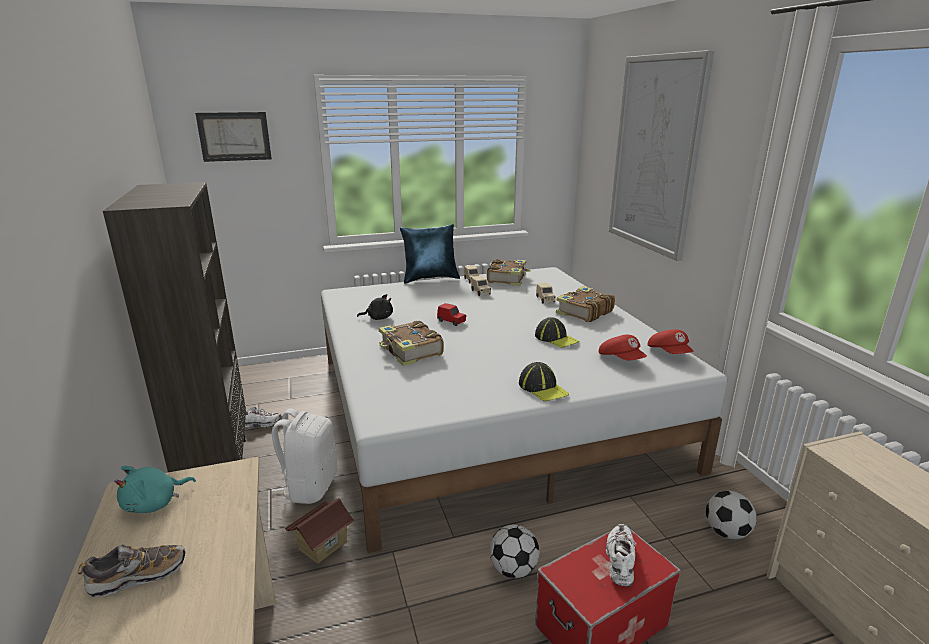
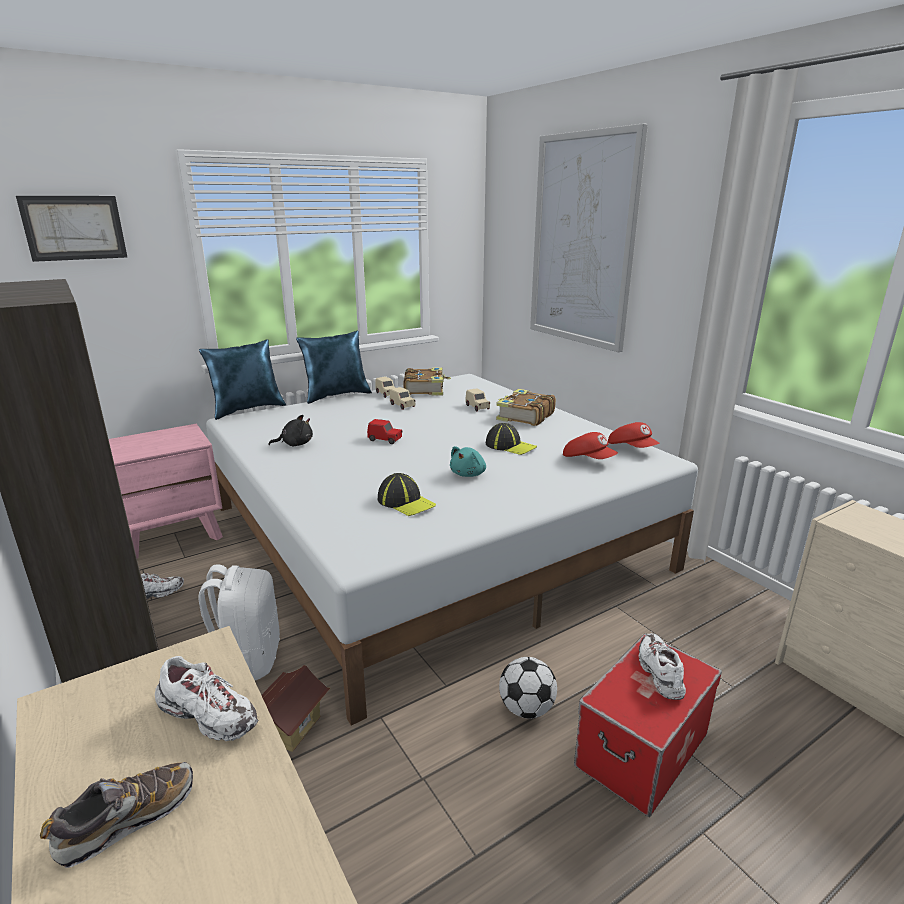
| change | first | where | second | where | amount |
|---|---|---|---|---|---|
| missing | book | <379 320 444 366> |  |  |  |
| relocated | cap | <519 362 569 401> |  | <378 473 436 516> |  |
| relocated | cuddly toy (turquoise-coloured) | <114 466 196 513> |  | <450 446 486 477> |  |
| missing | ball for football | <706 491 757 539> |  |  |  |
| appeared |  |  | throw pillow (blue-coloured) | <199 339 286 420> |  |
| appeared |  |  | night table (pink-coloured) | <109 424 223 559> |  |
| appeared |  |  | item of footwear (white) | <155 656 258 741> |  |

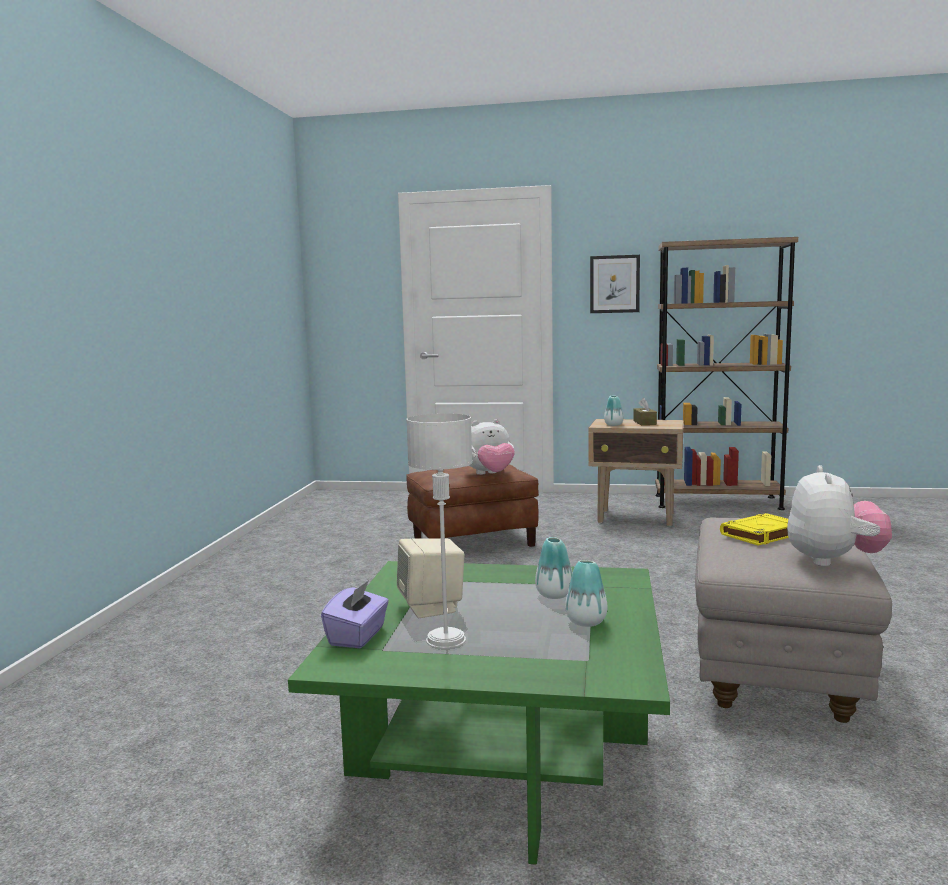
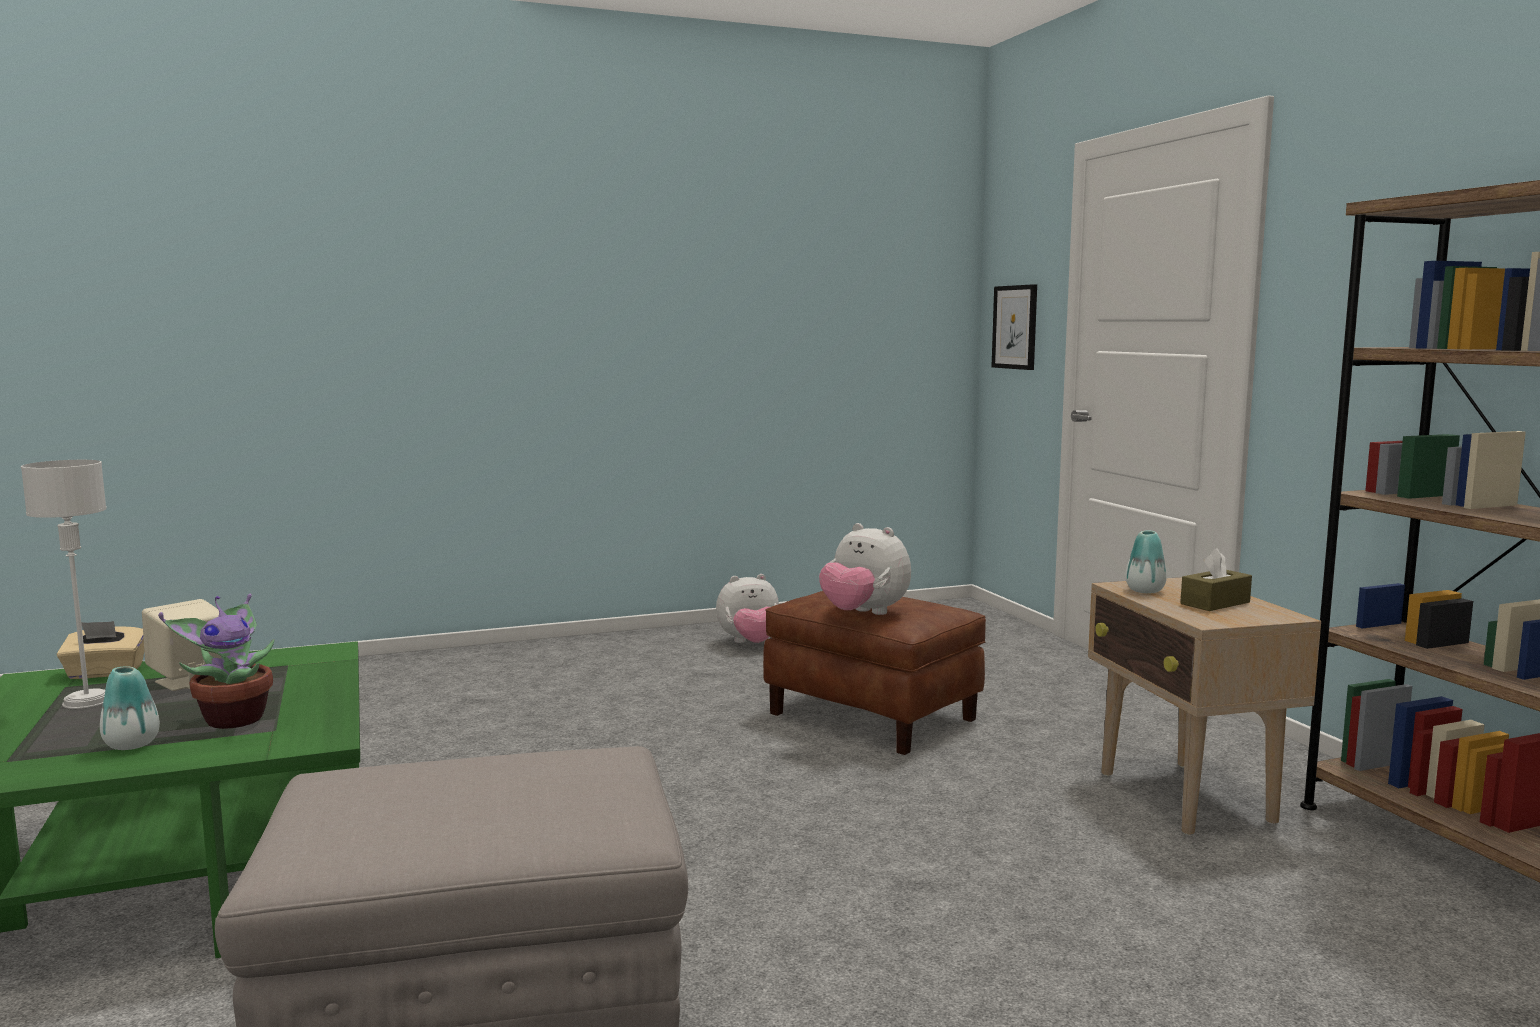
| change | first | where | second | where | amount |
|---|---|---|---|---|---|
| relocated | wall art | <590 255 640 313> |  | <992 284 1037 370> |  |
| relocated | cuddly toy | <787 465 892 567> |  | <716 574 779 643> |  |
| missing | book (yellow) | <720 513 789 546> |  |  |  |
| exchanged | decorative vase | <535 537 573 599> | houseplant | <158 594 275 729> |  |
| colour | tissue holder (purplish) | <321 580 389 648> | tissue holder (sand-coloured) | <57 621 144 679> |  |

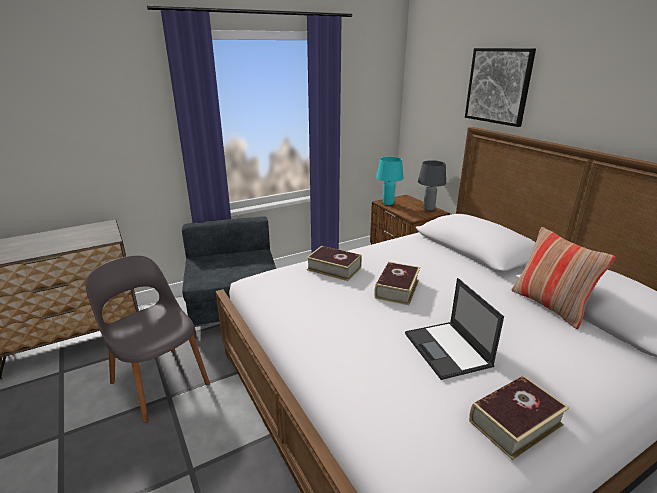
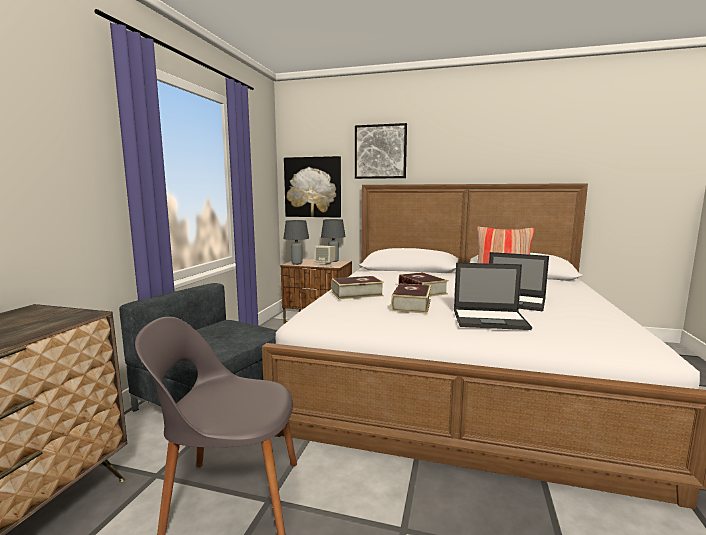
| change | first | where | second | where | amount |
|---|---|---|---|---|---|
| colour | tabletop lamp (turquoise-coloured) | <376 157 404 205> | tabletop lamp (grey) | <283 220 309 265> |  |
| relocated | book | <469 375 569 460> |  | <391 284 431 314> |  |
| appeared |  |  | wall art | <284 156 341 218> |  |
| appeared |  |  | speaker (sand-coloured) | <315 246 335 267> |  |
| appeared |  |  | notebook computer | <454 263 532 330> |  |

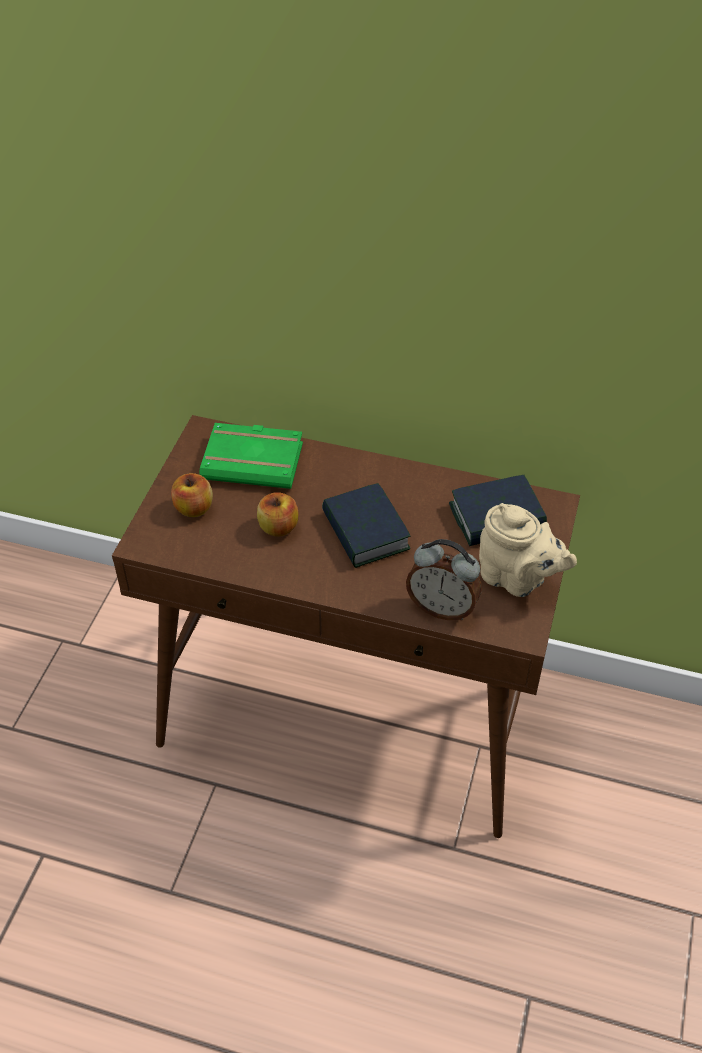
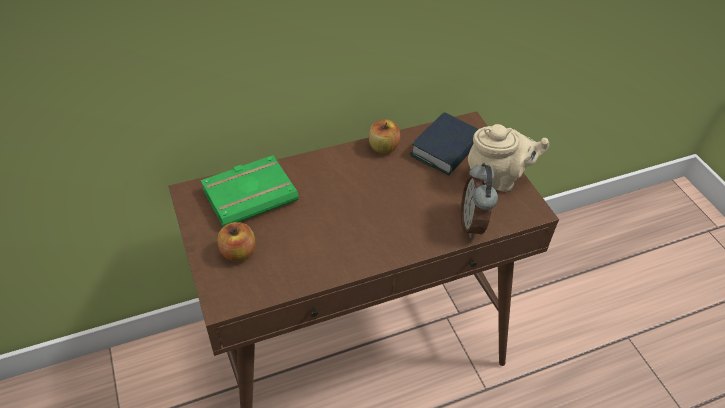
| change | first | where | second | where | amount |
|---|---|---|---|---|---|
| missing | book | <322 483 410 568> |  |  |  |
| relocated | whole apple | <257 492 298 537> |  | <369 119 400 154> |  |
| spun | alarm clock | <406 539 482 620> |  | <461 163 498 238> | 105 degrees clockwise |

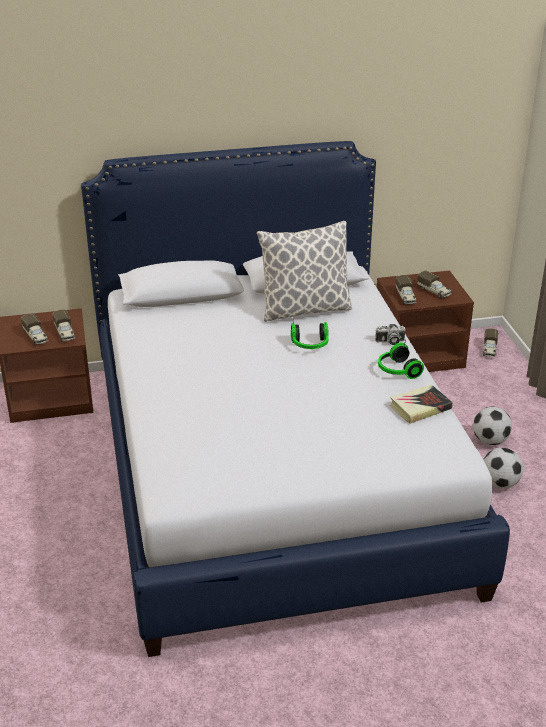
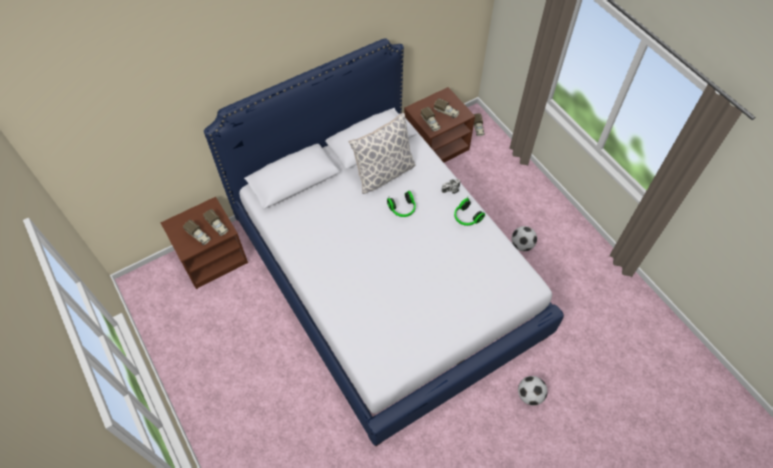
| change | first | where | second | where | amount |
|---|---|---|---|---|---|
| missing | book | <390 385 453 424> |  |  |  |
| relocated | ball for football | <473 407 512 445> |  | <518 376 548 406> |  |

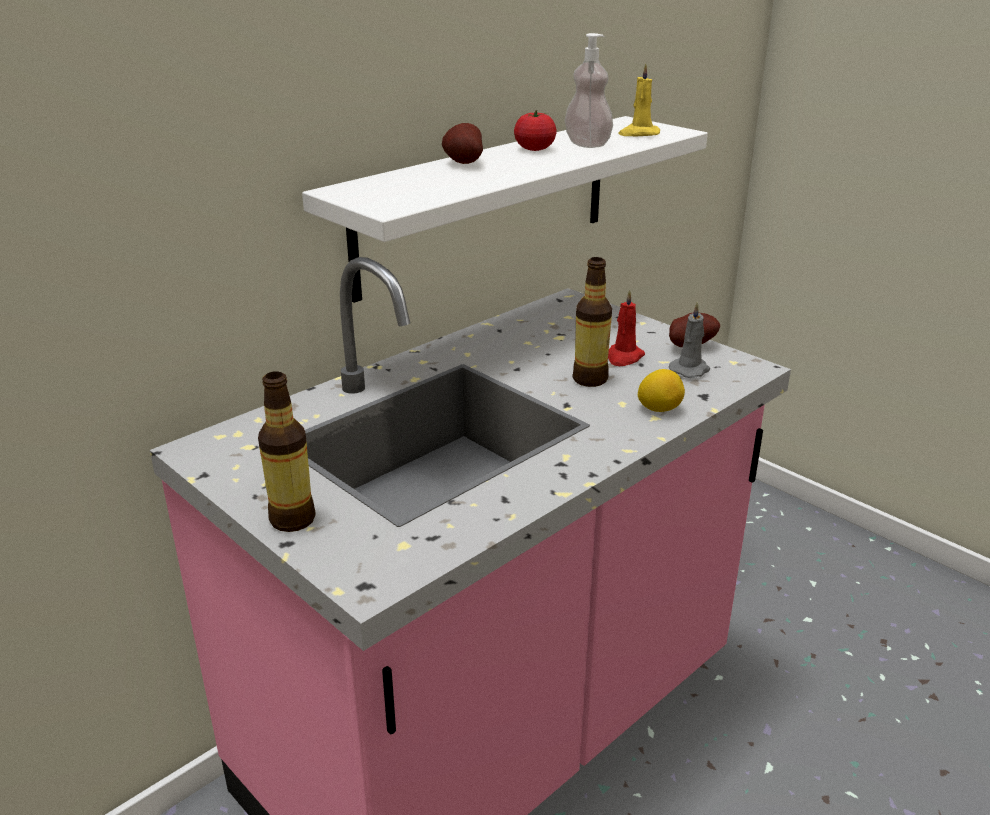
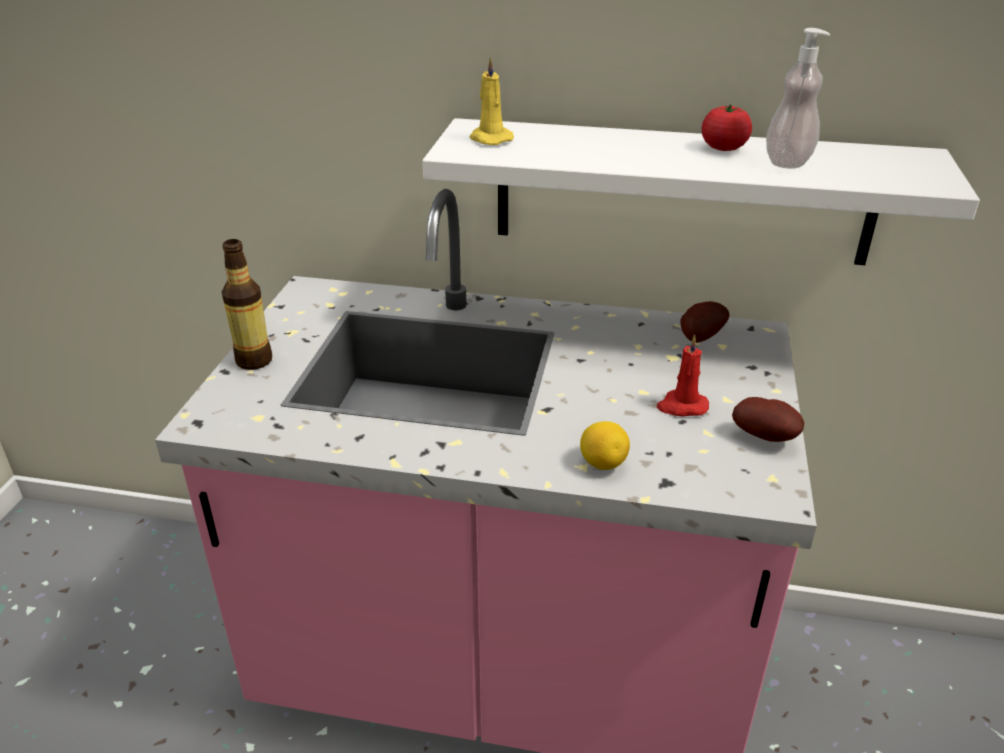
| change | first | where | second | where | amount |
|---|---|---|---|---|---|
| relocated | candle (yellow) | <618 63 660 136> |  | <469 56 514 145> |  |
| relocated | potato | <442 123 483 164> |  | <680 301 729 343> |  |
| missing | bottle | <573 257 612 387> |  |  |  |
| missing | candle (grey) | <669 301 710 378> |  |  |  |

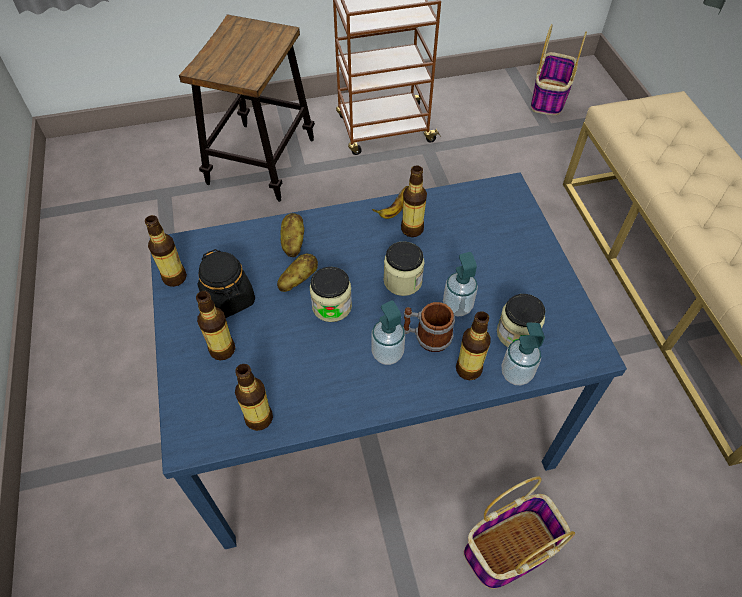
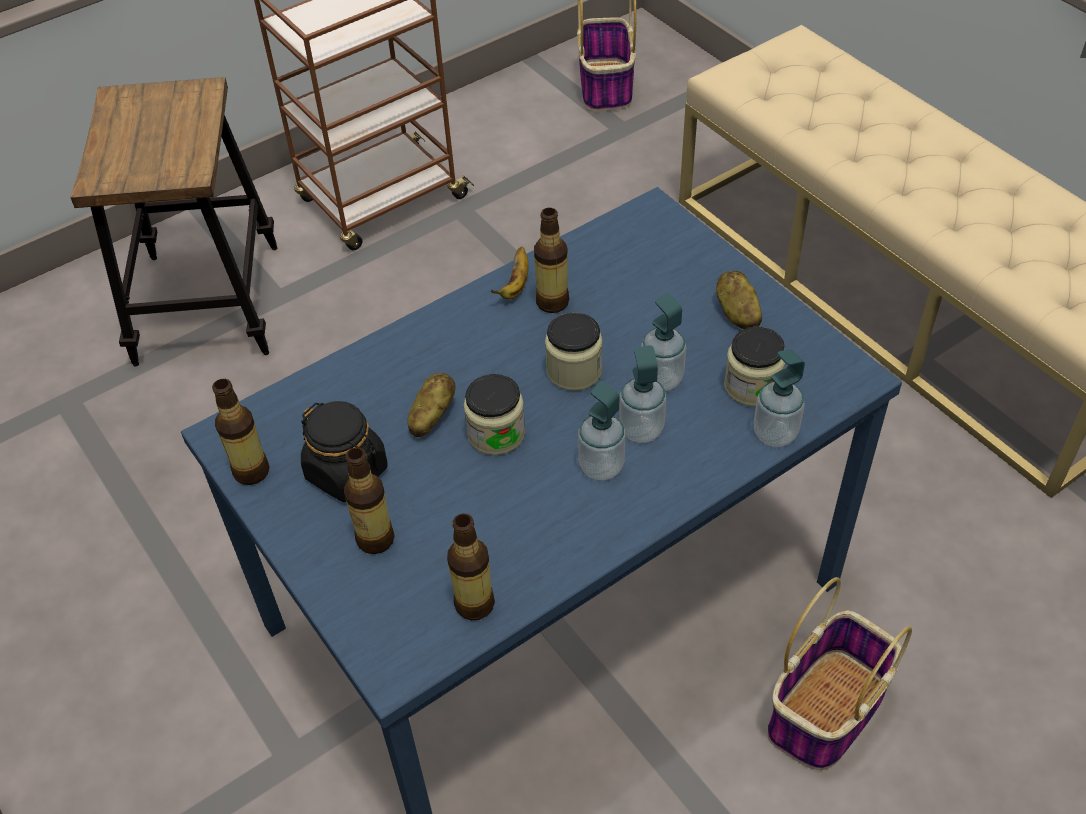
| change | first | where | second | where | amount |
|---|---|---|---|---|---|
| relocated | potato | <280 213 304 257> |  | <716 271 763 329> |  |
| exchanged | coffee mug | <403 302 455 352> | liquid soap bottle | <619 345 666 443> |  |
| missing | bottle | <456 311 491 380> |  |  |  |

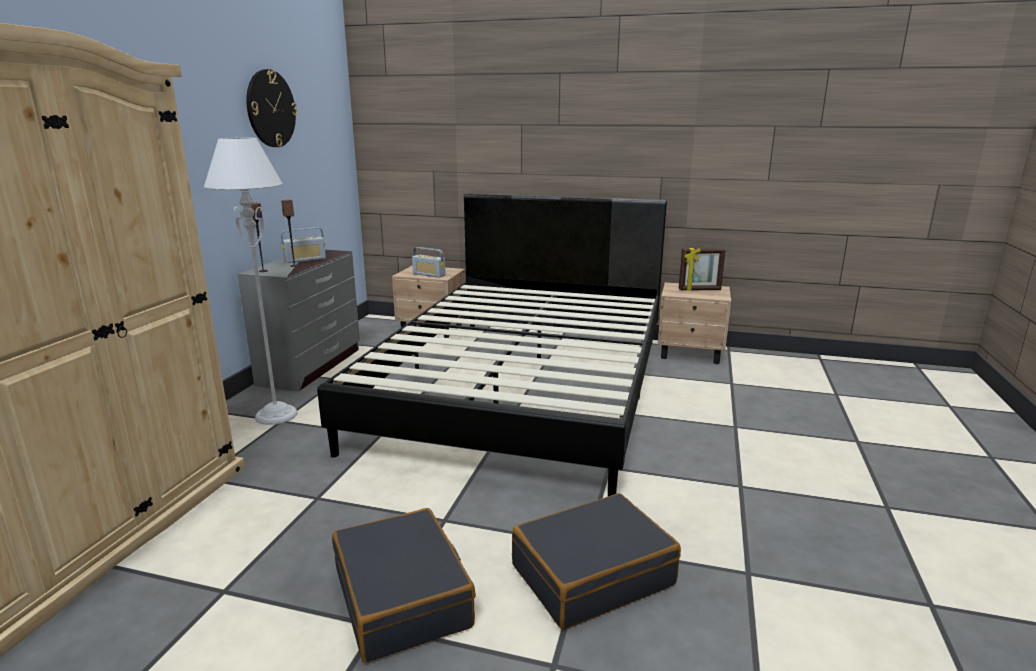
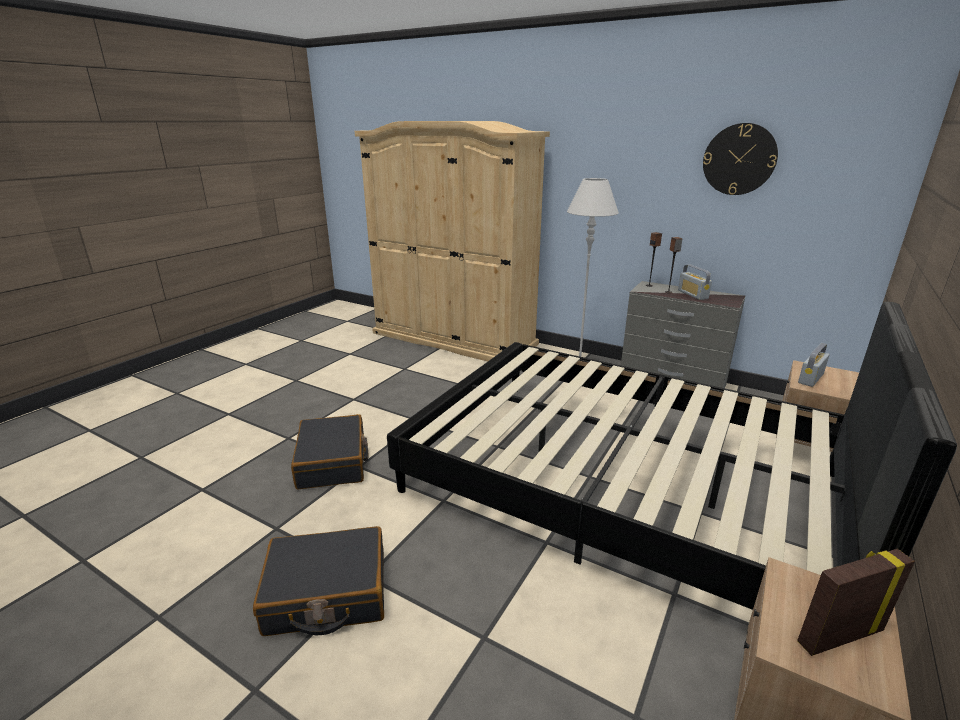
| change | first | where | second | where | amount |
|---|---|---|---|---|---|
| spun | photo frame | <679 248 726 291> |  | <797 549 915 656> | 60 degrees clockwise |
| relocated | travel case (blackish) | <332 508 476 663> |  | <253 526 384 636> |  |

